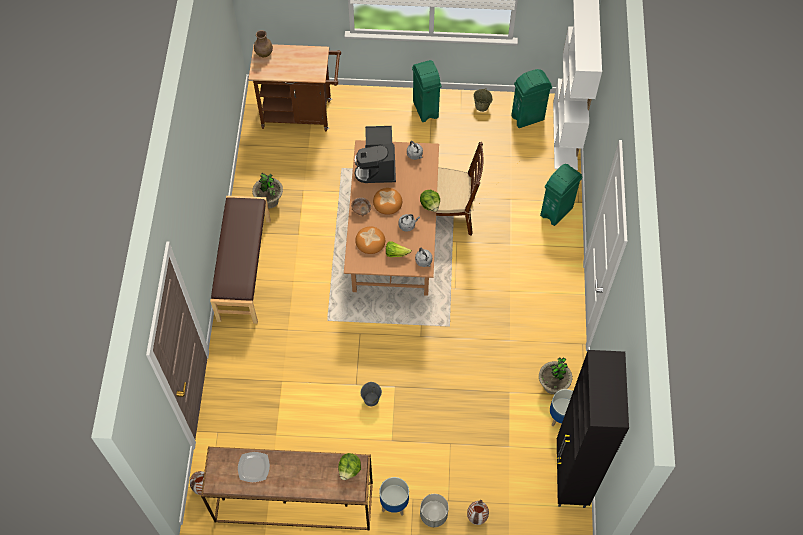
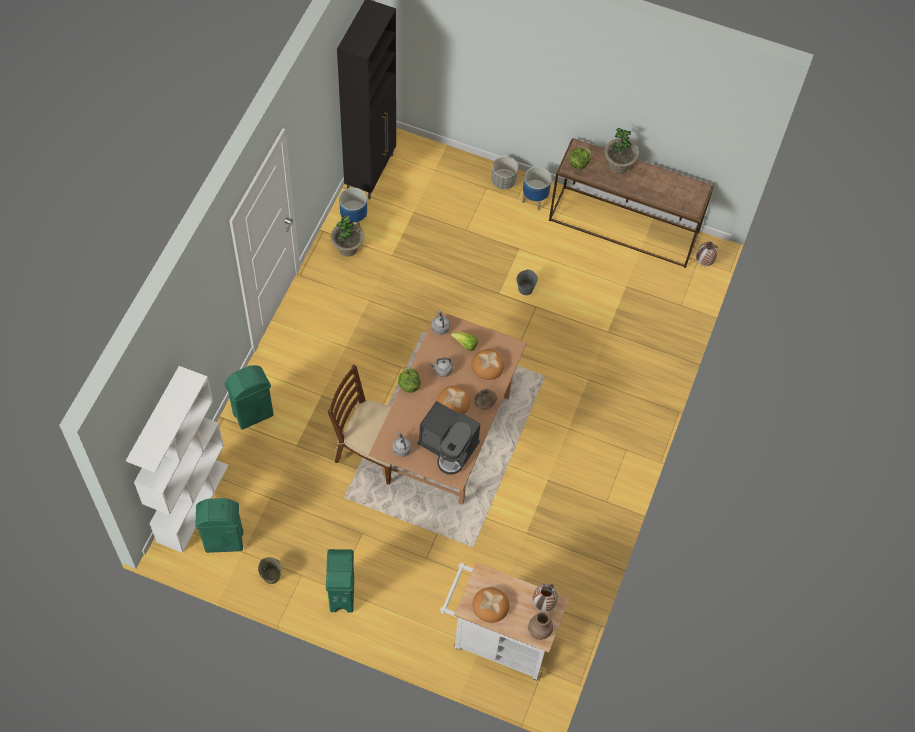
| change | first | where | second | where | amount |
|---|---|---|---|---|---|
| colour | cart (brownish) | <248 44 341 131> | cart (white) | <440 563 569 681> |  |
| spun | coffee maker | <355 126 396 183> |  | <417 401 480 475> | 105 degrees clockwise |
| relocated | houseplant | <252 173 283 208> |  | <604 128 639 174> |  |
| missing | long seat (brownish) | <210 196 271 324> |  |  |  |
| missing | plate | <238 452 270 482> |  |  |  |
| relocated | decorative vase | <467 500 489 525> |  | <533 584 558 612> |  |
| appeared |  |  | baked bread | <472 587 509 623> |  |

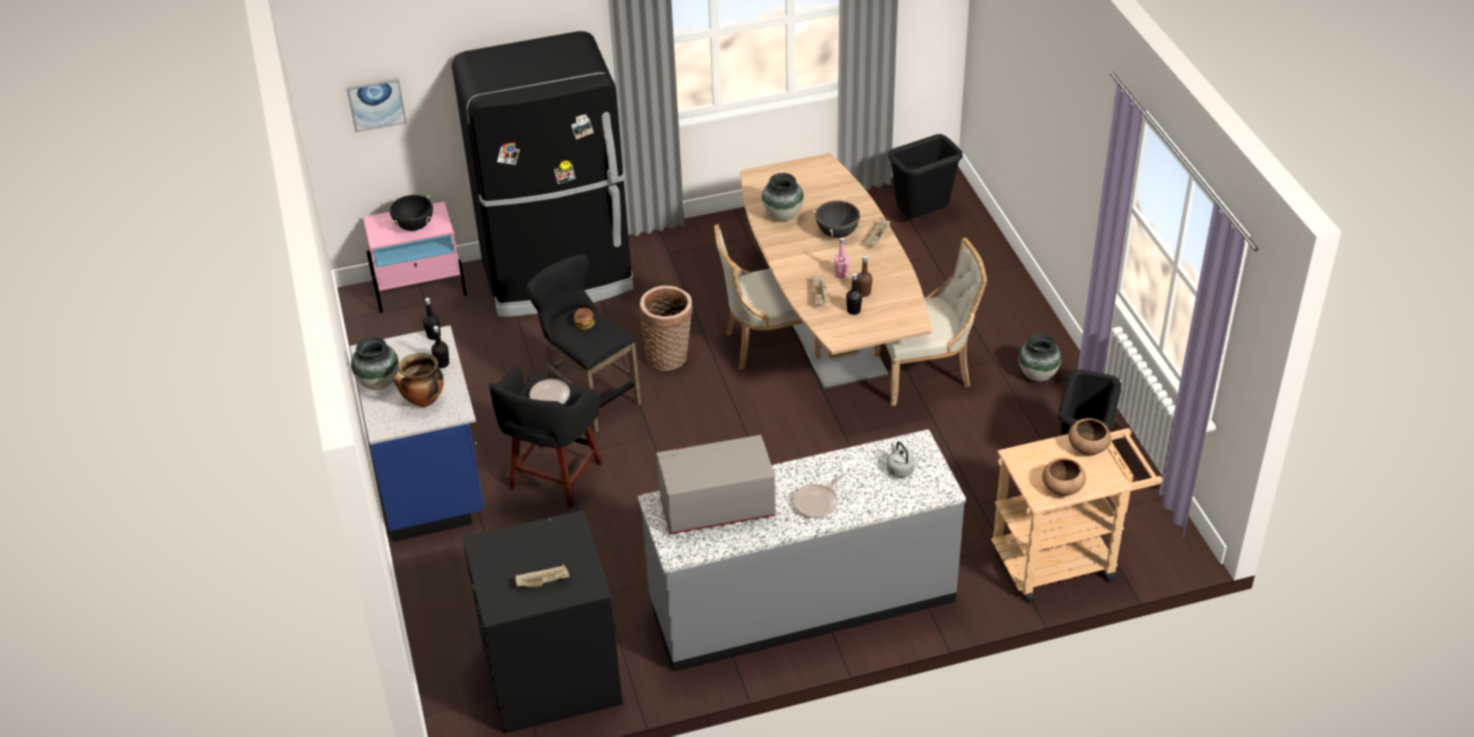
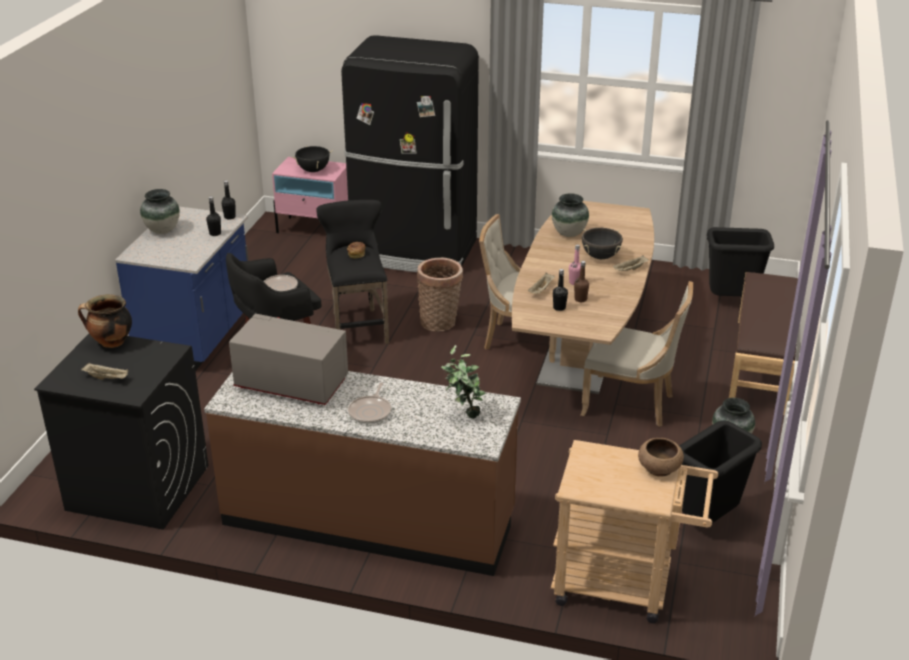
| change | first | where | second | where | amount |
|---|---|---|---|---|---|
| missing | wall art | <346 78 407 132> |  |  |  |
| relocated | stockpot | <394 353 444 407> |  | <78 294 132 348> |  |
| colour | kitchen base unit (grey) | <638 429 966 672> | kitchen base unit (brownish) | <204 371 521 576> |  |
| exchanged | water kettle (grey) | <887 441 915 477> | houseplant | <441 345 486 418> |  |
| missing | deep dish (brownish) | <1042 458 1086 496> |  |  |  |
| spun | frying pan | <793 474 845 518> |  | <348 382 391 424> | 60 degrees counterclockwise |
| appeared |  |  | long seat (brownish) | <729 272 798 415> |  |

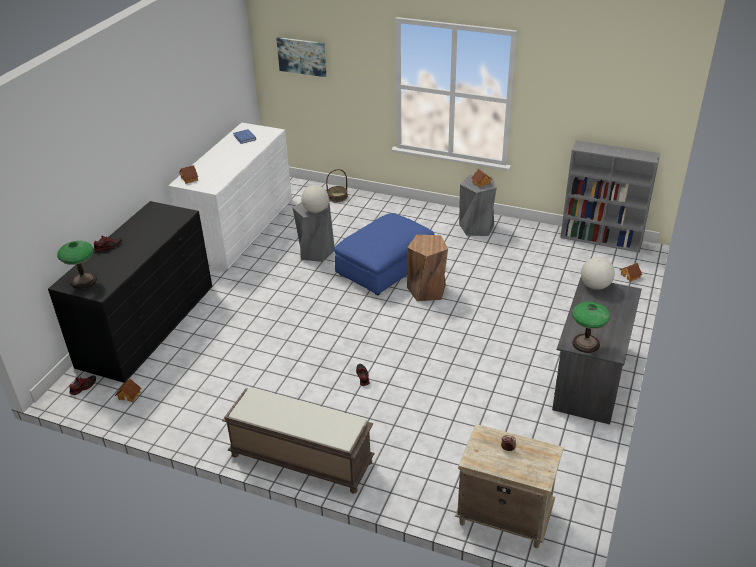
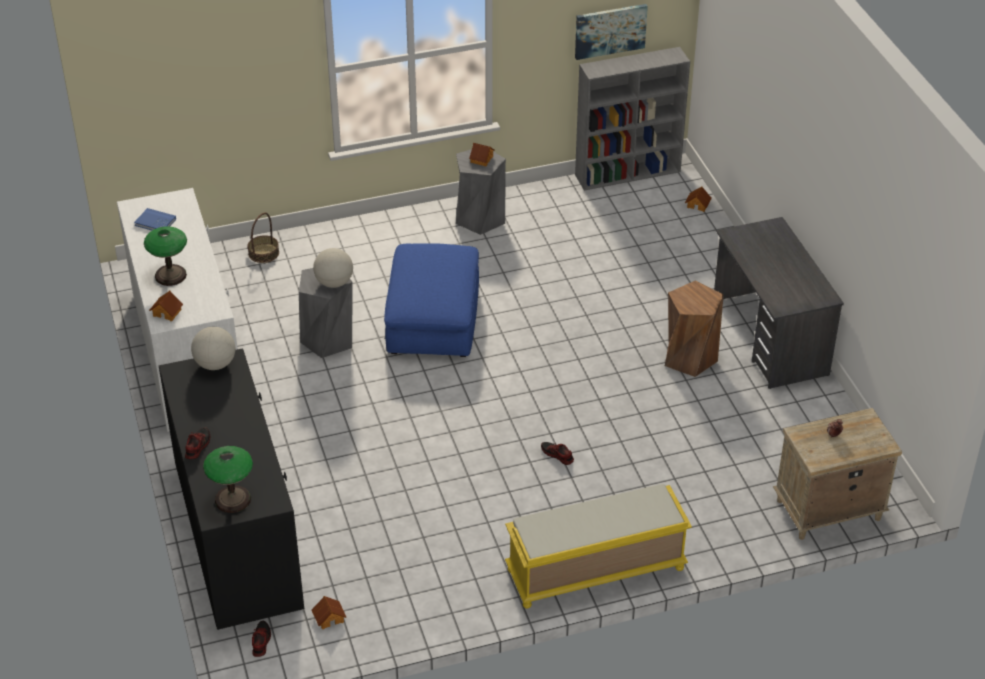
| change | first | where | second | where | amount |
|---|---|---|---|---|---|
| relocated | wall art | <276 37 326 77> |  | <575 4 648 60> |  |
| relocated | sitting stool (brownish) | <407 234 448 301> |  | <665 281 724 377> |  |
| relocated | world globe | <581 257 615 290> |  | <191 327 235 370> |  |
| relocated | tabletop lamp | <572 302 610 353> |  | <144 226 187 286> |  |
| colour | long seat (brownish) | <222 387 375 494> | long seat (yellow) | <505 484 692 609> |  |

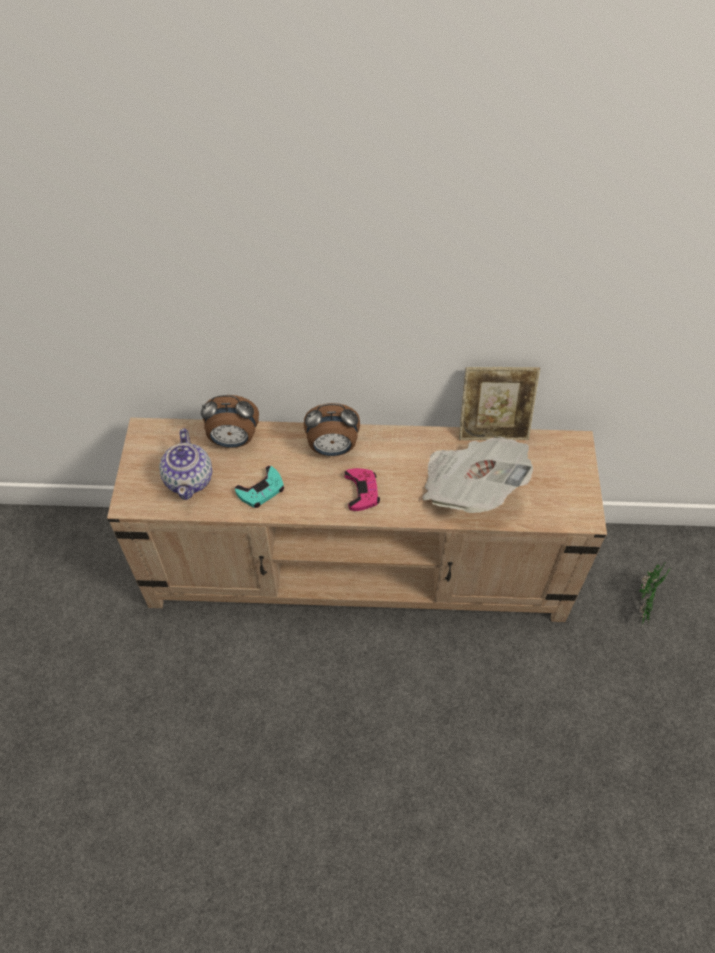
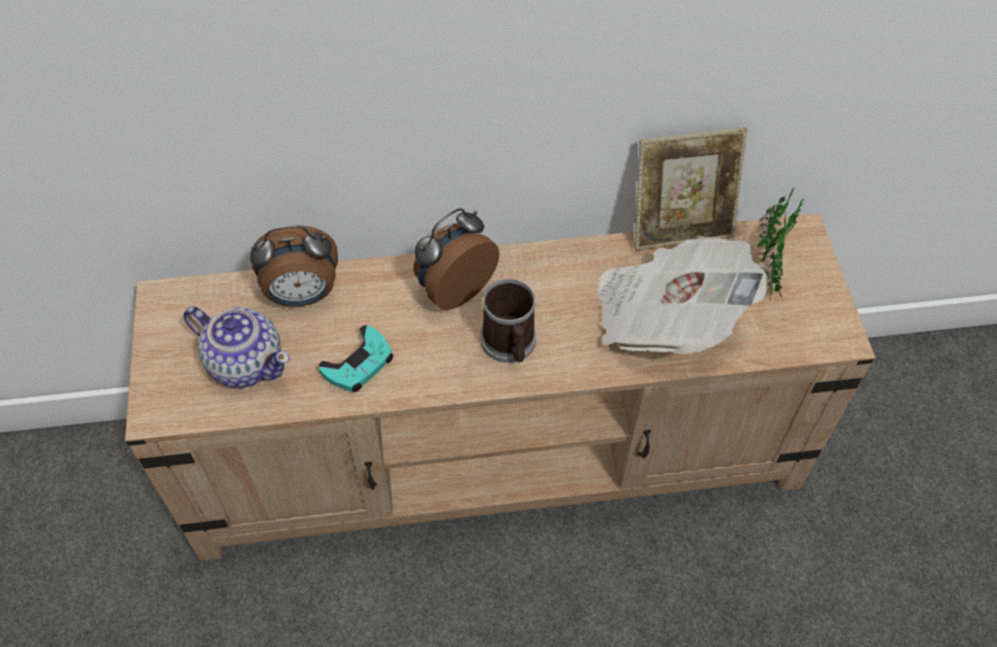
| change | first | where | second | where | amount |
|---|---|---|---|---|---|
| spun | alarm clock | <304 403 360 456> |  | <414 208 500 310> | 150 degrees clockwise |
| spun | tea pot | <159 428 212 500> |  | <183 306 290 388> | 45 degrees counterclockwise |
| exchanged | gamepad (pink-coloured) | <344 468 380 511> | coffee mug | <480 279 536 363> |  |
| relocated | houseplant | <639 563 671 624> |  | <758 187 804 301> |  |

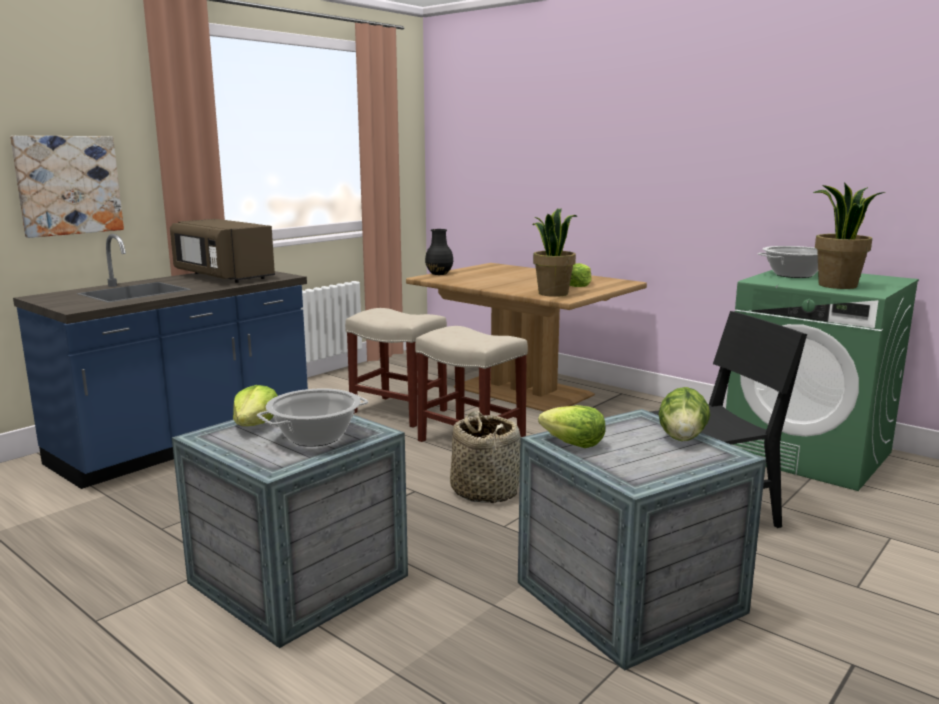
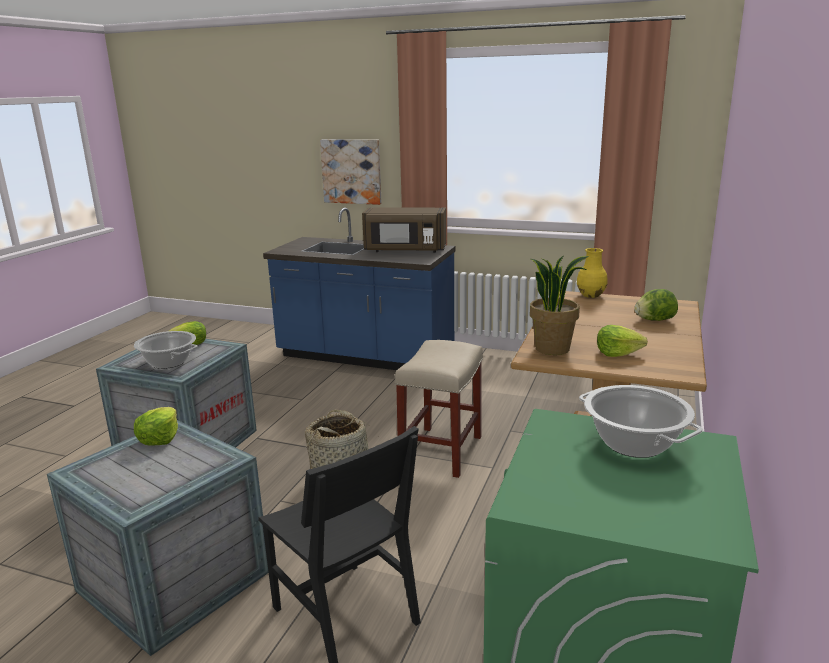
| change | first | where | second | where | amount |
|---|---|---|---|---|---|
| missing | houseplant | <813 182 885 289> |  |  |  |
| spun | kitchen microwave (brownish) | <170 219 275 283> |  | <362 208 446 253> | 105 degrees counterclockwise |
| colour | decorative vase (blackish) | <425 229 453 275> | decorative vase (yellow) | <577 248 608 298> |  |
| missing | sitting stool (sand-coloured) | <345 308 447 428> |  |  |  |
| relocated | head of lettuce | <658 387 710 441> |  | <634 289 678 321> |  |

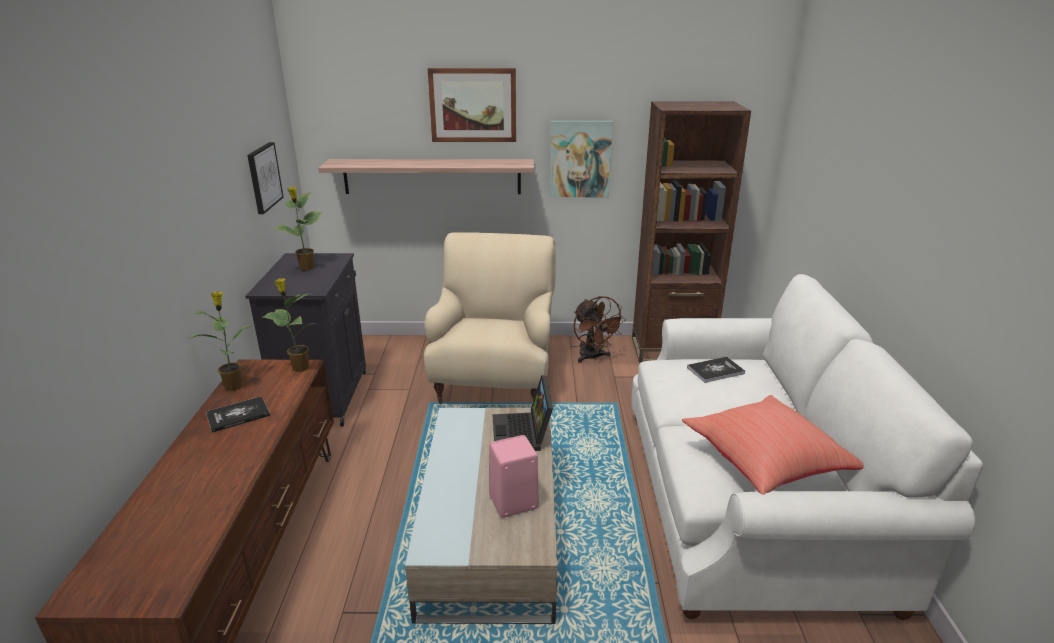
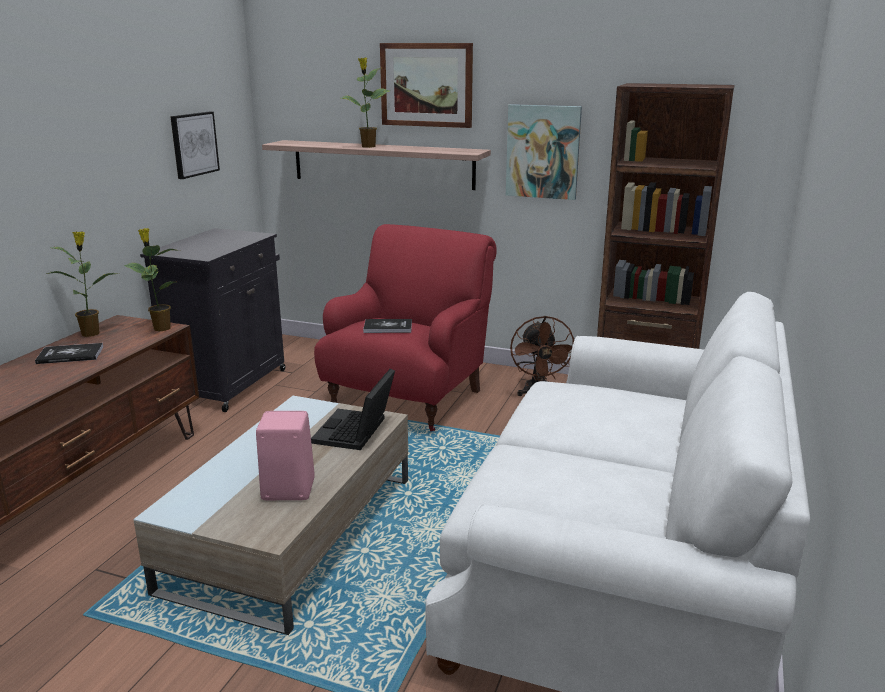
| change | first | where | second | where | amount |
|---|---|---|---|---|---|
| relocated | houseplant | <274 187 323 271> |  | <341 58 391 148> |  |
| colour | easy chair (sand-coloured) | <424 232 556 404> | easy chair (reddish) | <314 224 497 431> |  |
| relocated | book | <687 357 745 383> |  | <363 319 412 333> |  |
| missing | throw pillow (reddish) | <682 395 864 495> |  |  |  |

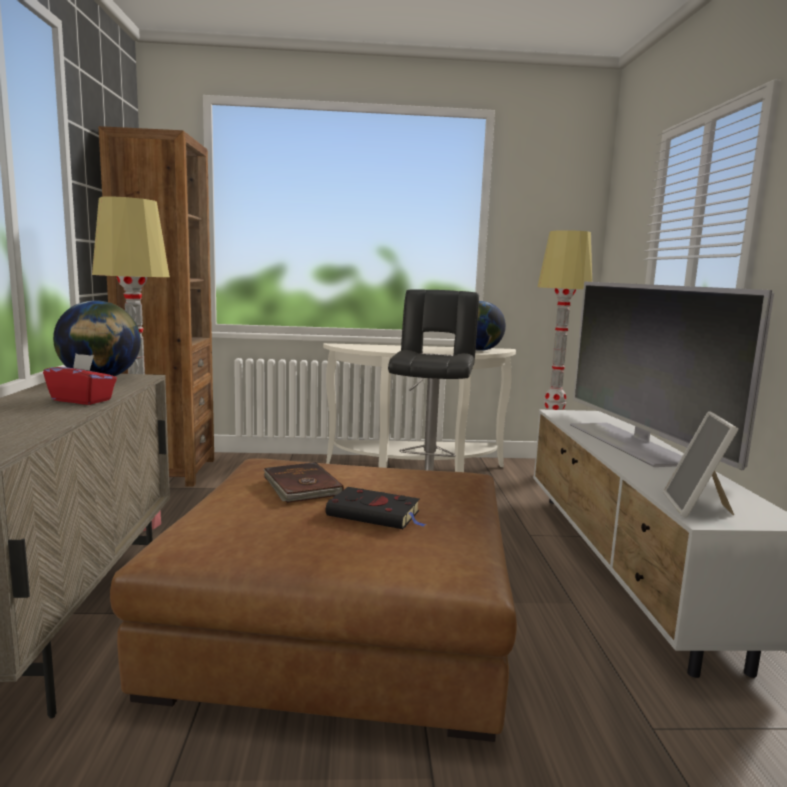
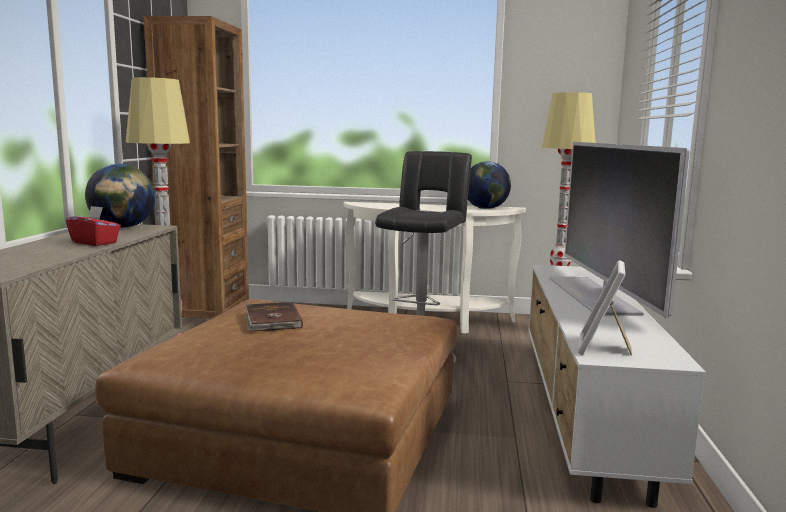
| change | first | where | second | where | amount |
|---|---|---|---|---|---|
| missing | book (blackish) | <326 487 426 529> |  |  |  |

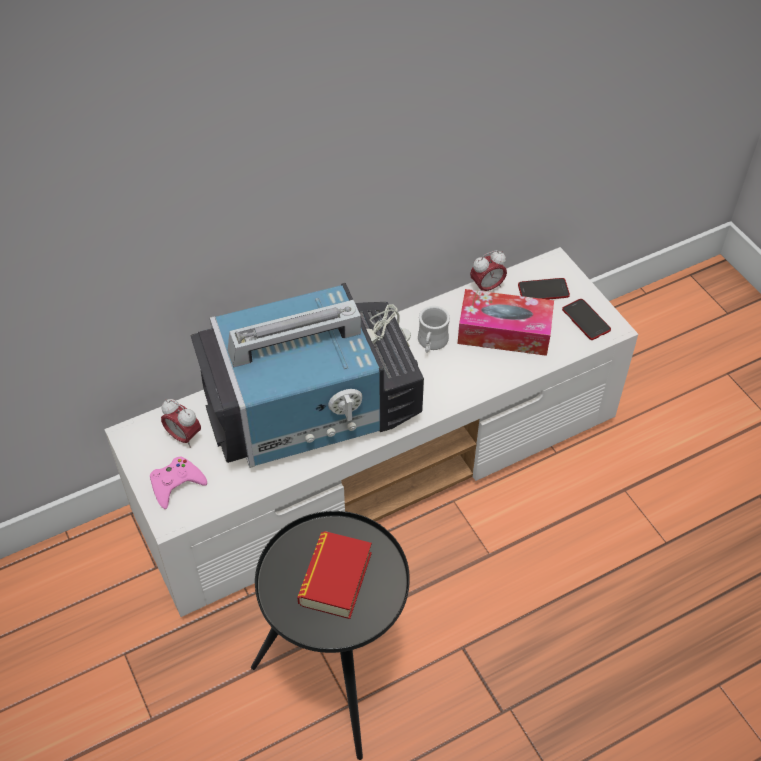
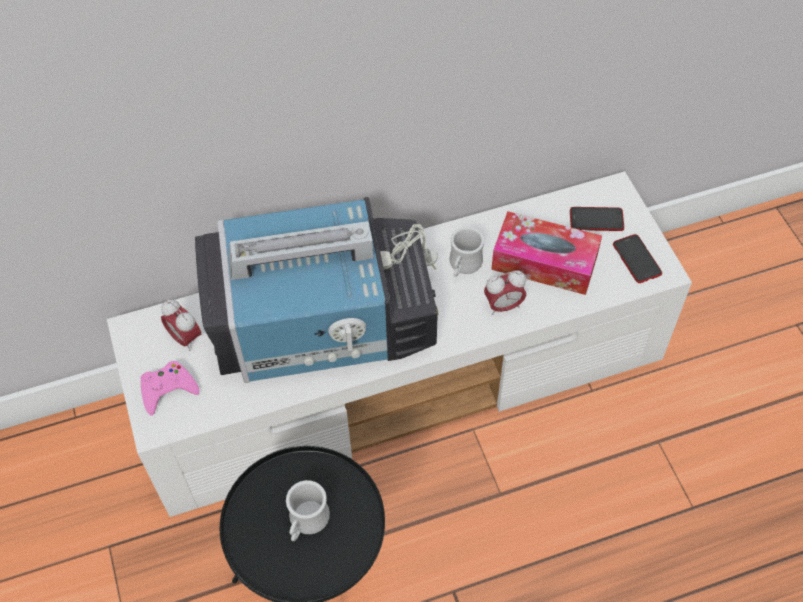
| change | first | where | second | where | amount |
|---|---|---|---|---|---|
| relocated | alarm clock | <470 250 507 291> |  | <484 270 526 315> |  |
| exchanged | book | <297 531 372 619> | coffee mug (white) | <286 480 330 541> |  |

